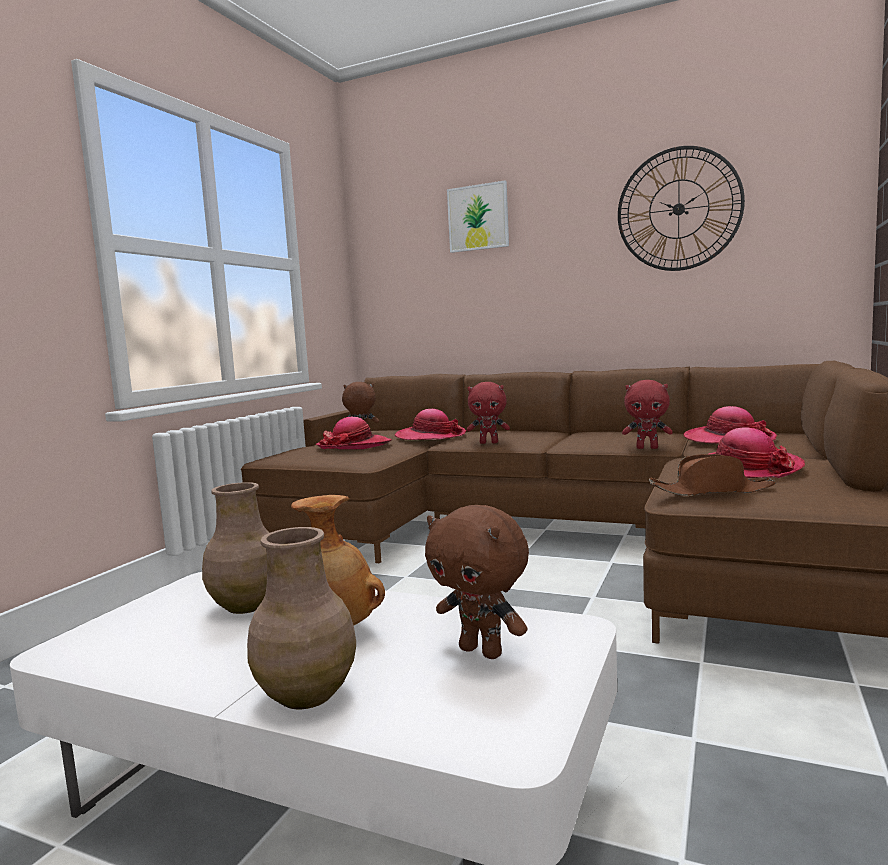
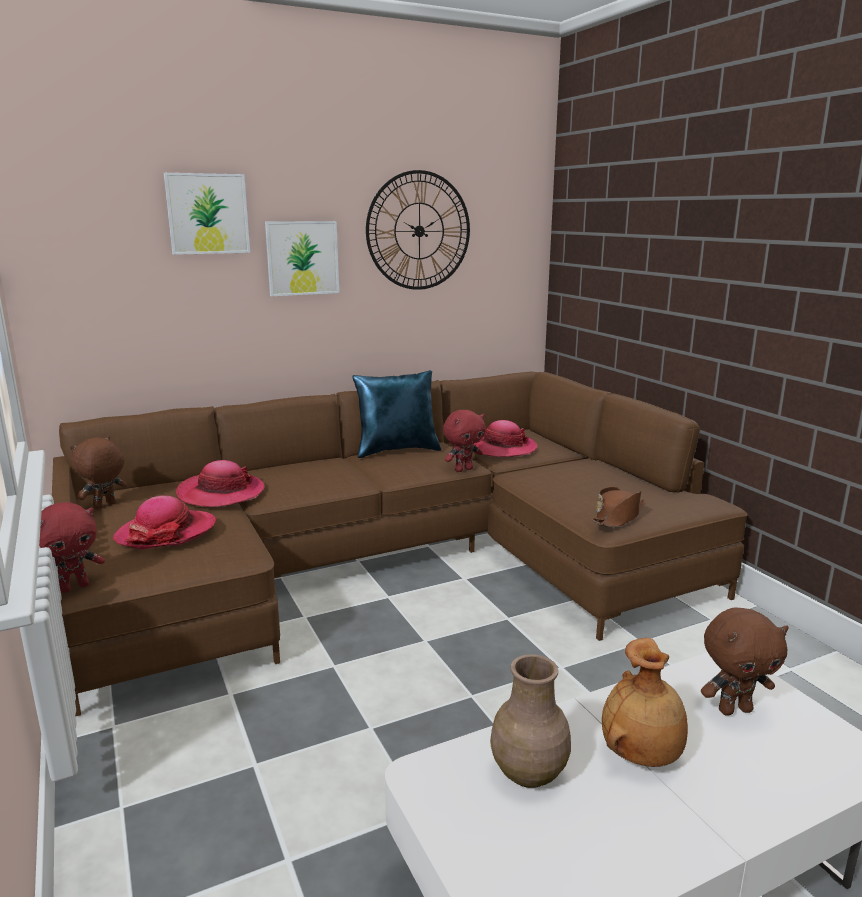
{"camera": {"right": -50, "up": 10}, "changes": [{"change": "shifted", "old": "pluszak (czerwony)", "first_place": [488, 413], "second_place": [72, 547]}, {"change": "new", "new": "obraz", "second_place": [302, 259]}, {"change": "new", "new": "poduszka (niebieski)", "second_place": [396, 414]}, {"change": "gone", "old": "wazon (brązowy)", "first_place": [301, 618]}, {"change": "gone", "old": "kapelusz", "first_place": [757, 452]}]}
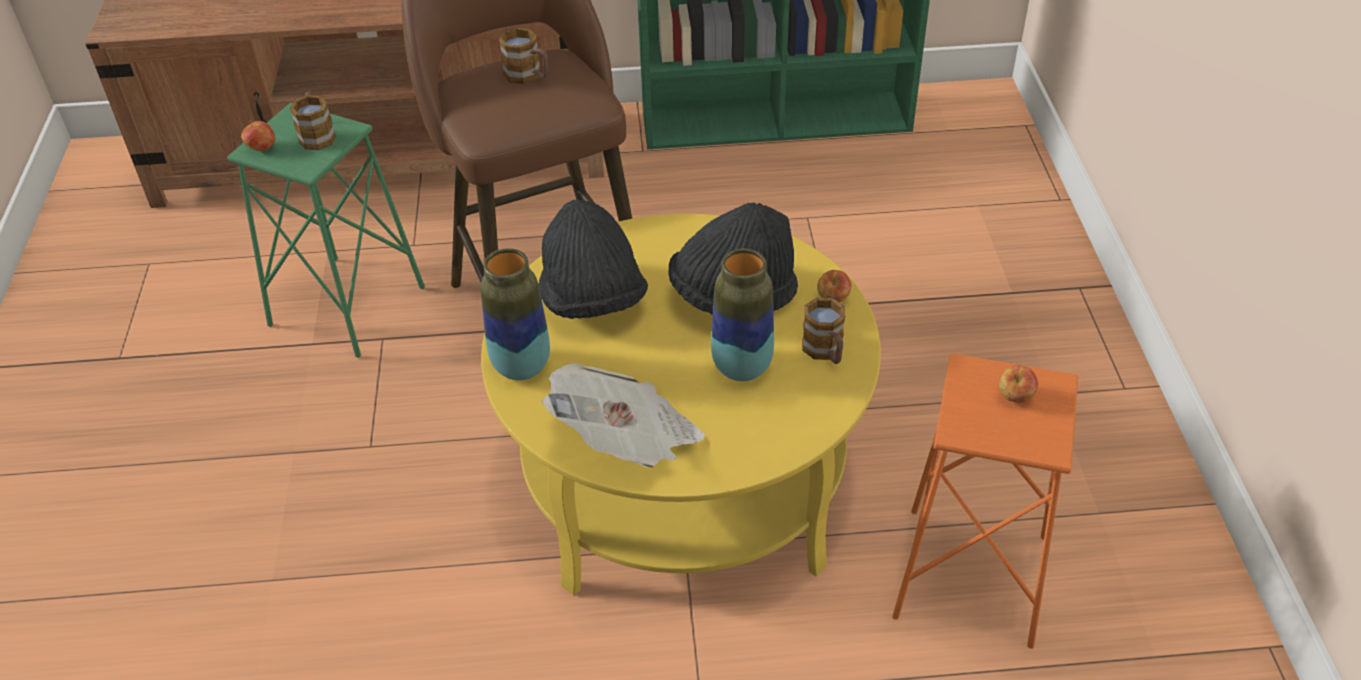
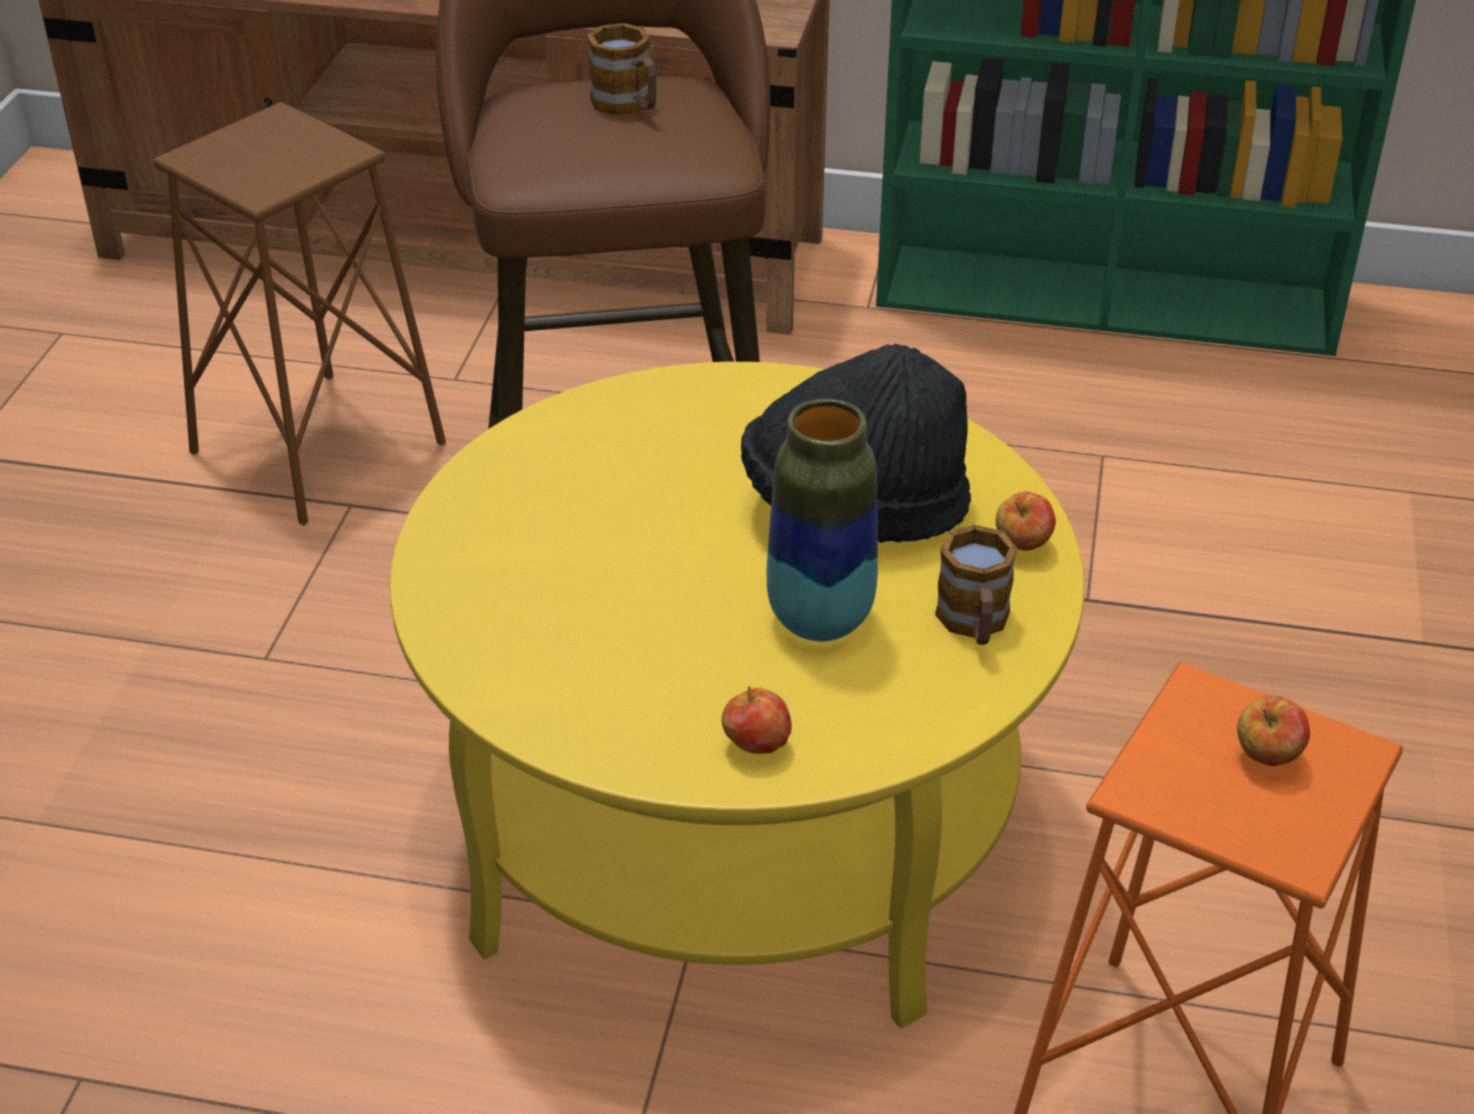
{"camera": {"right": 15, "up": -5}, "changes": [{"change": "repainted", "old": "stołek (zielony)", "new": "stołek (brązowy)", "first_place": [326, 230], "second_place": [299, 314]}, {"change": "shifted", "old": "jabłko", "first_place": [258, 135], "second_place": [757, 720]}, {"change": "gone", "old": "kubek", "first_place": [312, 120]}, {"change": "gone", "old": "wazon", "first_place": [515, 314]}, {"change": "gone", "old": "kapelusz (czarny)", "first_place": [593, 259]}, {"change": "gone", "old": "gazeta", "first_place": [623, 415]}]}
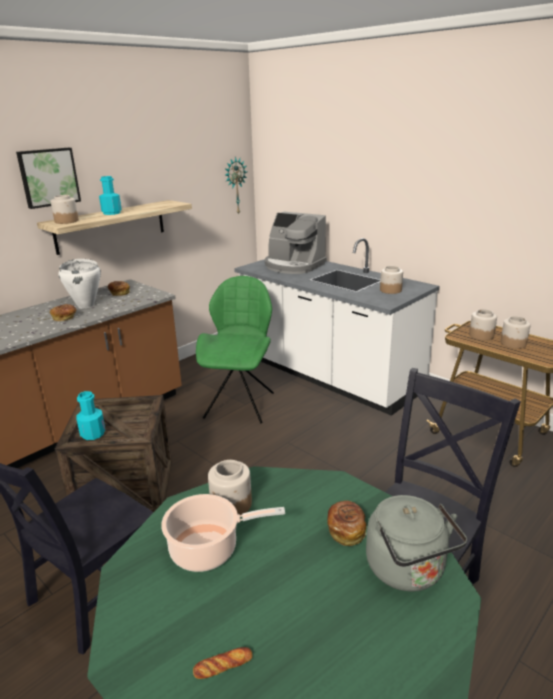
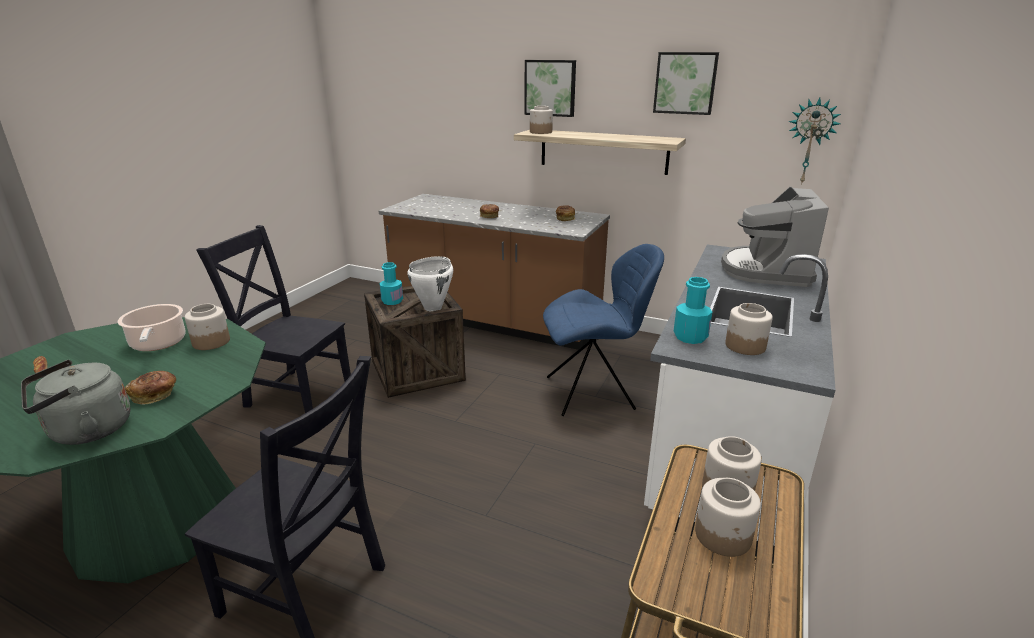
{"camera": {"right": 70, "up": 0}, "changes": [{"change": "shifted", "old": "garnek (biały)", "first_place": [79, 283], "second_place": [430, 283]}, {"change": "repainted", "old": "krzesło (zielony)", "new": "krzesło (niebieski)", "first_place": [235, 349], "second_place": [603, 330]}, {"change": "new", "new": "obraz", "second_place": [686, 83]}, {"change": "shifted", "old": "butelka (turkusowy)", "first_place": [110, 195], "second_place": [693, 310]}]}
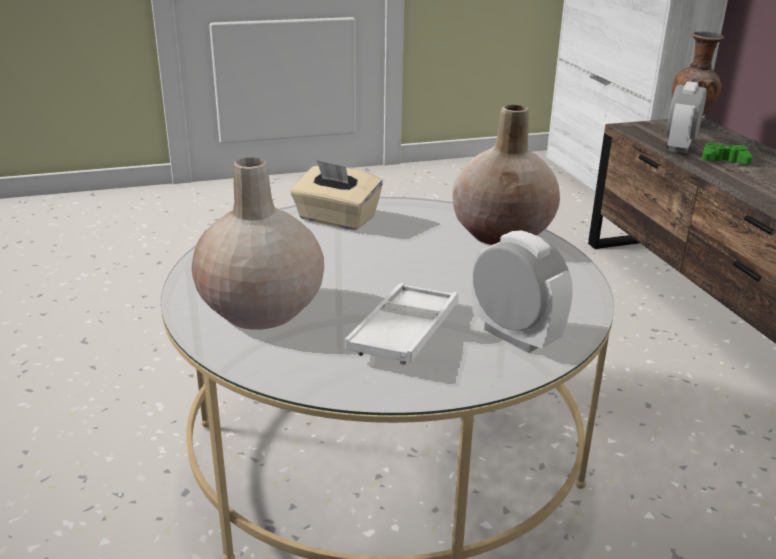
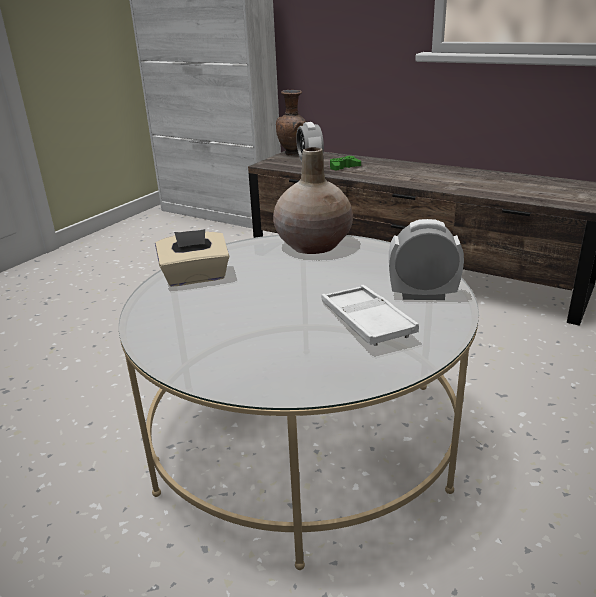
{"camera": {"right": -40, "up": 0}, "changes": [{"change": "gone", "old": "wazon (beżowy)", "first_place": [257, 244]}]}
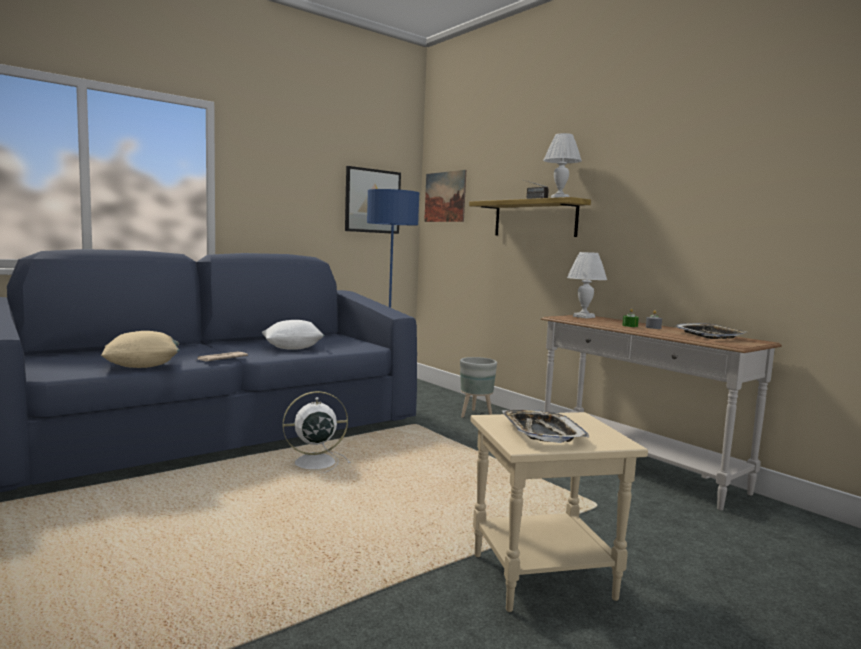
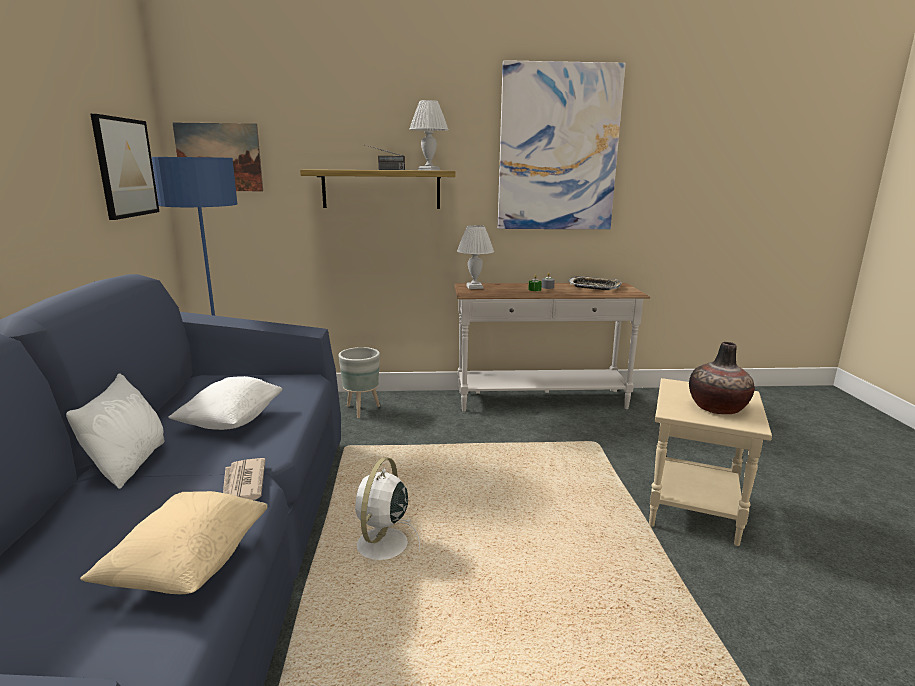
{"camera": {"right": -55, "up": 10}, "changes": [{"change": "new", "new": "poduszka (biały)", "second_place": [115, 431]}, {"change": "new", "new": "obraz", "second_place": [562, 144]}, {"change": "swapped", "old": "taca", "new": "wazon", "first_place": [545, 426], "second_place": [722, 378]}]}
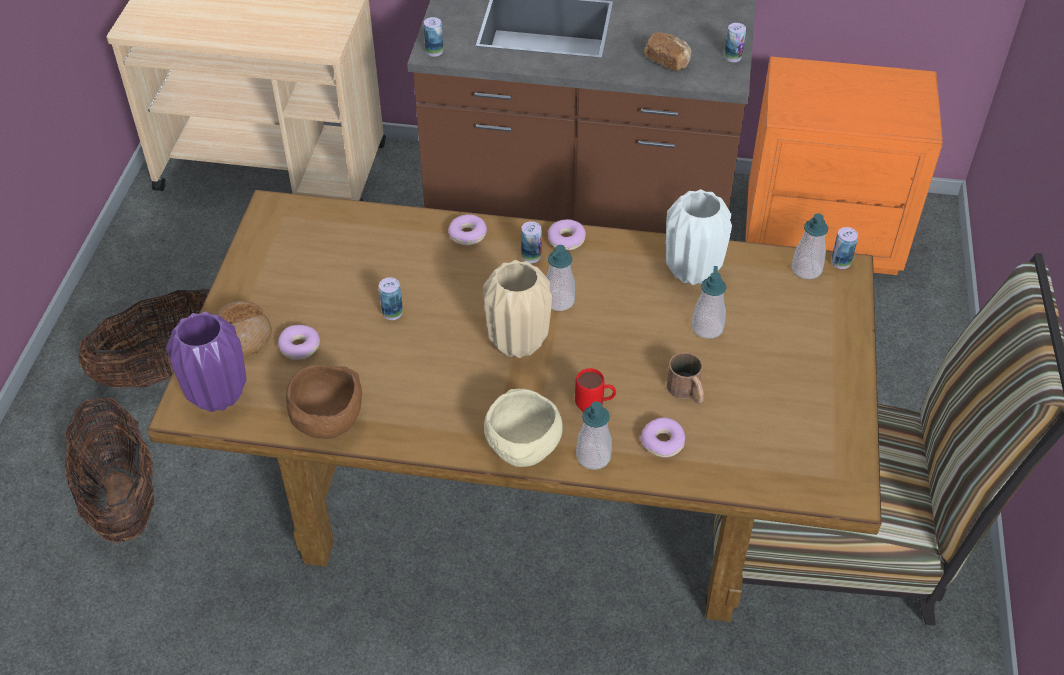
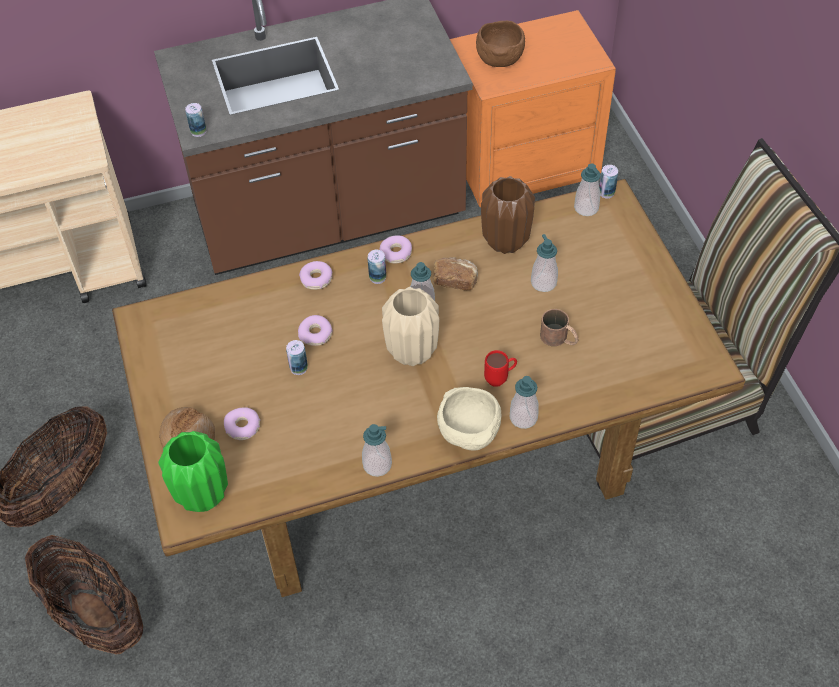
{"camera": {"right": -25, "up": 5}, "changes": [{"change": "repainted", "old": "wazon (fioletowy)", "new": "wazon (zielony)", "first_place": [206, 362], "second_place": [193, 471]}, {"change": "shifted", "old": "donut", "first_place": [662, 437], "second_place": [315, 330]}, {"change": "new", "new": "dozownik mydła", "second_place": [377, 450]}, {"change": "shifted", "old": "chleb", "first_place": [667, 51], "second_place": [455, 274]}, {"change": "shifted", "old": "miska (brązowy)", "first_place": [324, 401], "second_place": [500, 44]}, {"change": "repainted", "old": "wazon (biały)", "new": "wazon (brązowy)", "first_place": [699, 237], "second_place": [508, 215]}, {"change": "gone", "old": "puszka", "first_place": [735, 42]}]}
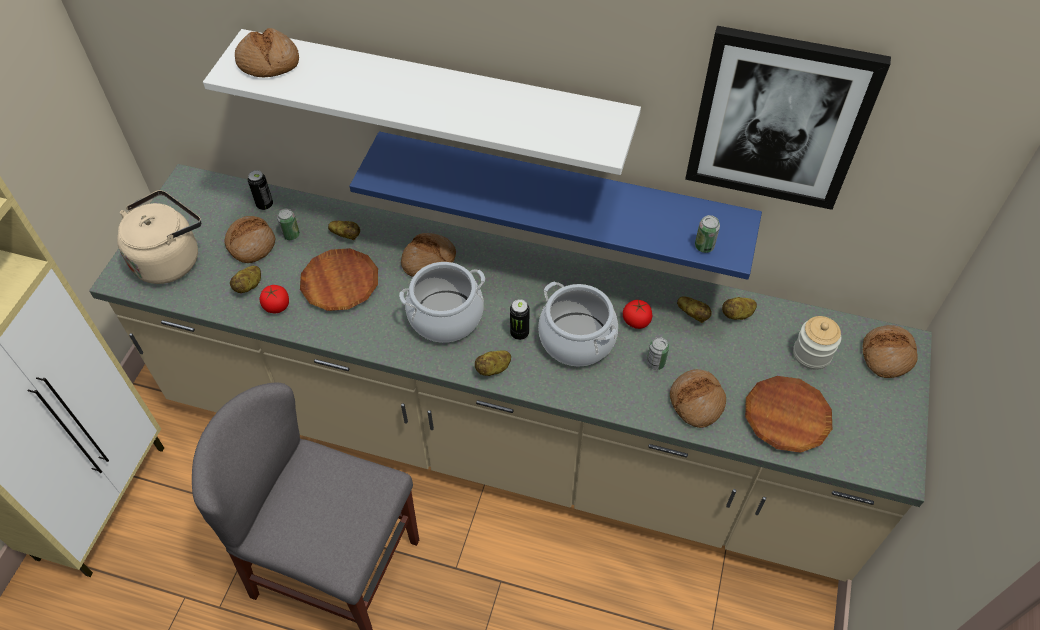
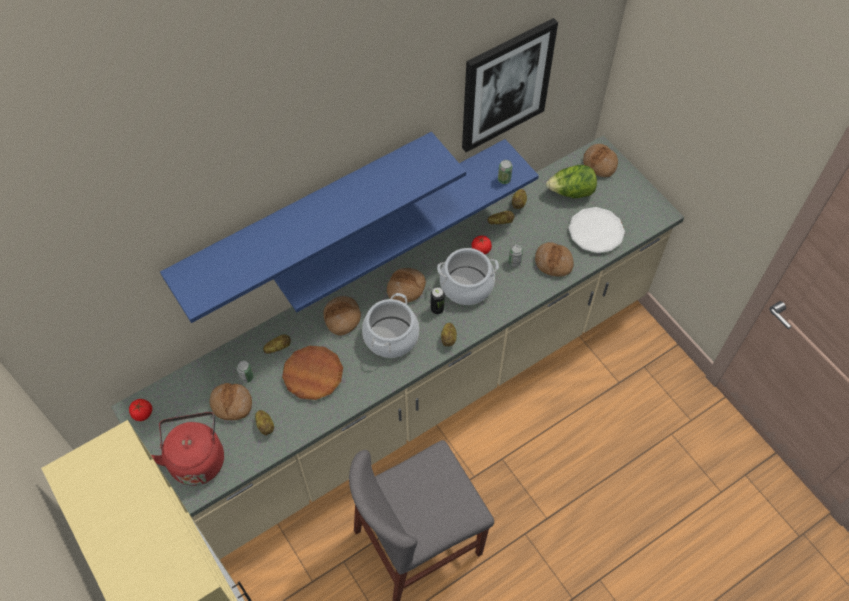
{"camera": {"right": -50, "up": 5}, "changes": [{"change": "shifted", "old": "pomidor", "first_place": [274, 299], "second_place": [140, 410]}, {"change": "repainted", "old": "czajnik (beżowy)", "new": "czajnik (czerwony)", "first_place": [159, 237], "second_place": [187, 449]}, {"change": "repainted", "old": "półka (biały)", "new": "półka (niebieski)", "first_place": [422, 102], "second_place": [313, 227]}, {"change": "shifted", "old": "chleb", "first_place": [267, 52], "second_place": [406, 285]}, {"change": "swapped", "old": "słoik", "new": "sałata", "first_place": [817, 343], "second_place": [571, 181]}, {"change": "repainted", "old": "talerz (brązowy)", "new": "talerz (biały)", "first_place": [788, 414], "second_place": [597, 230]}, {"change": "gone", "old": "puszka", "first_place": [260, 190]}]}
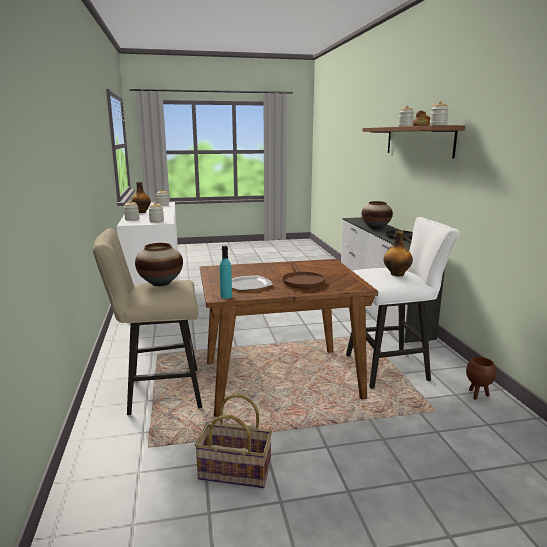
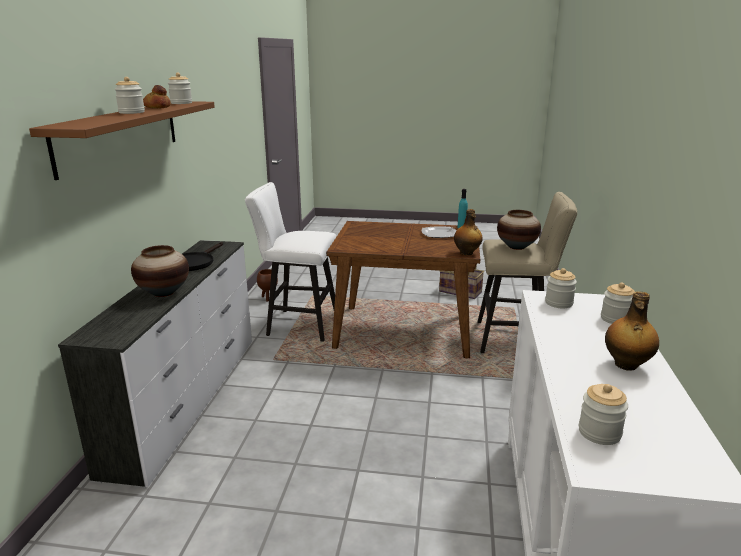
{"camera": {"right": -160, "up": 5}, "changes": [{"change": "shifted", "old": "butelka", "first_place": [398, 253], "second_place": [468, 232]}, {"change": "gone", "old": "patelnia (brązowy)", "first_place": [304, 276]}]}
